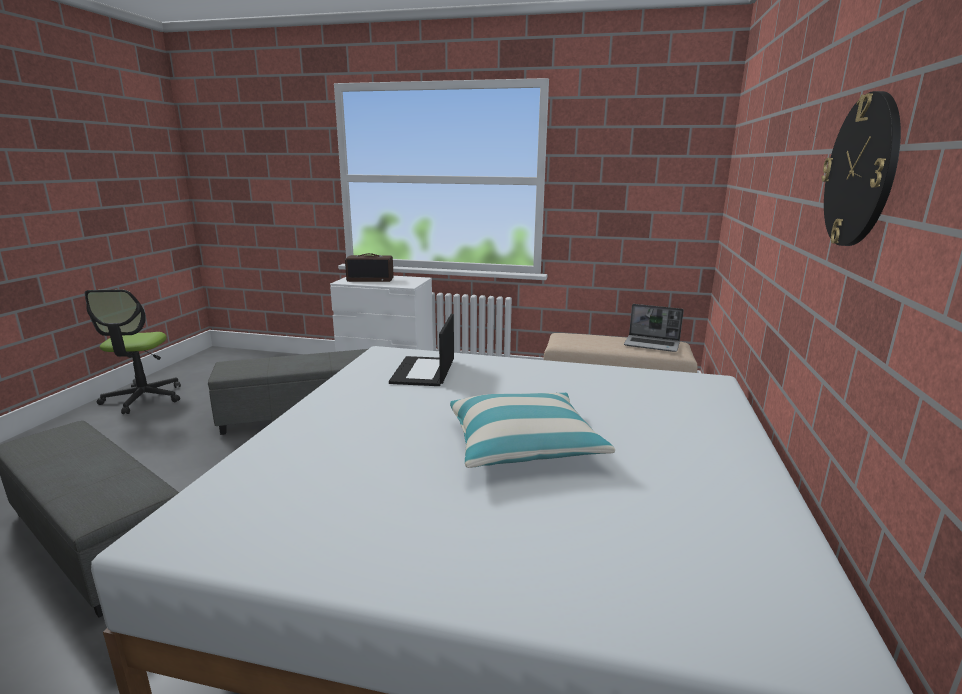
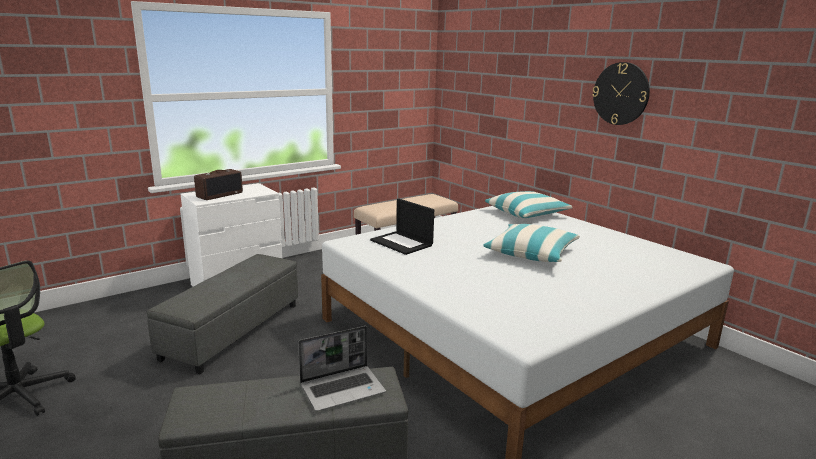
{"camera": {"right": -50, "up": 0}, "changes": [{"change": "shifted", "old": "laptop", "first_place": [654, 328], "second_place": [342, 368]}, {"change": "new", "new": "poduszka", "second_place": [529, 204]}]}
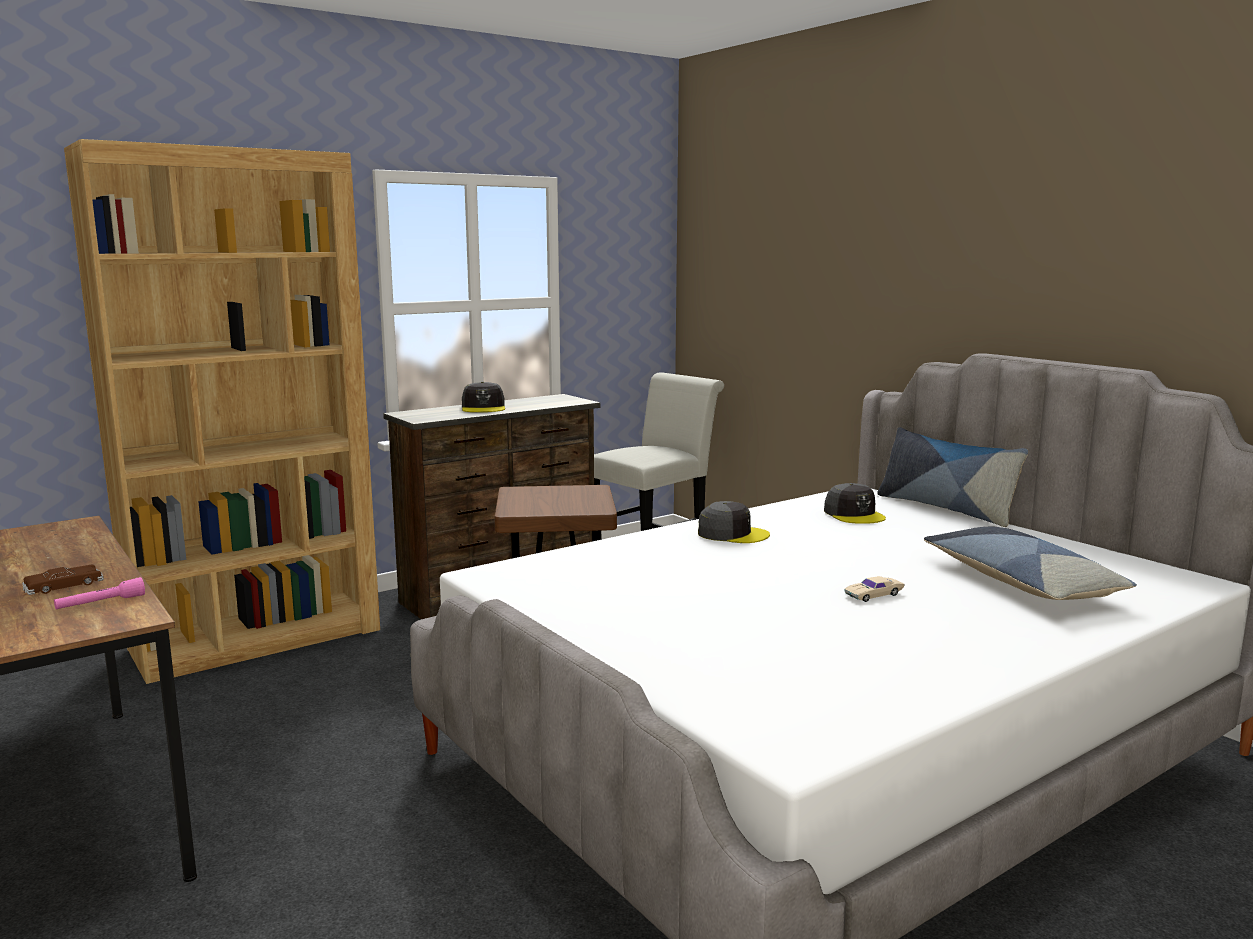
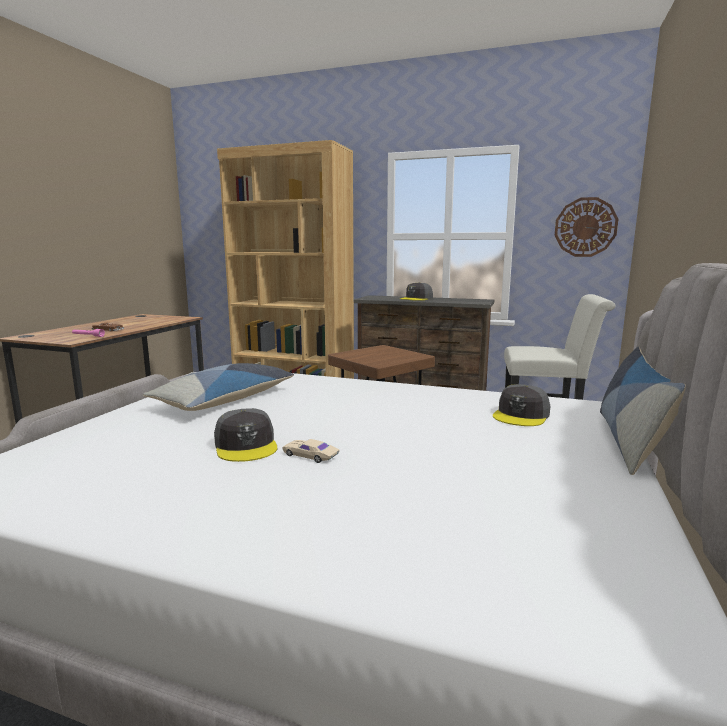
{"camera": {"right": 55, "up": 0}, "changes": [{"change": "shifted", "old": "poduszka", "first_place": [1030, 563], "second_place": [218, 387]}, {"change": "shifted", "old": "czapka z daszkiem (szary)", "first_place": [734, 522], "second_place": [245, 435]}, {"change": "new", "new": "zegar ścienny", "second_place": [586, 227]}]}
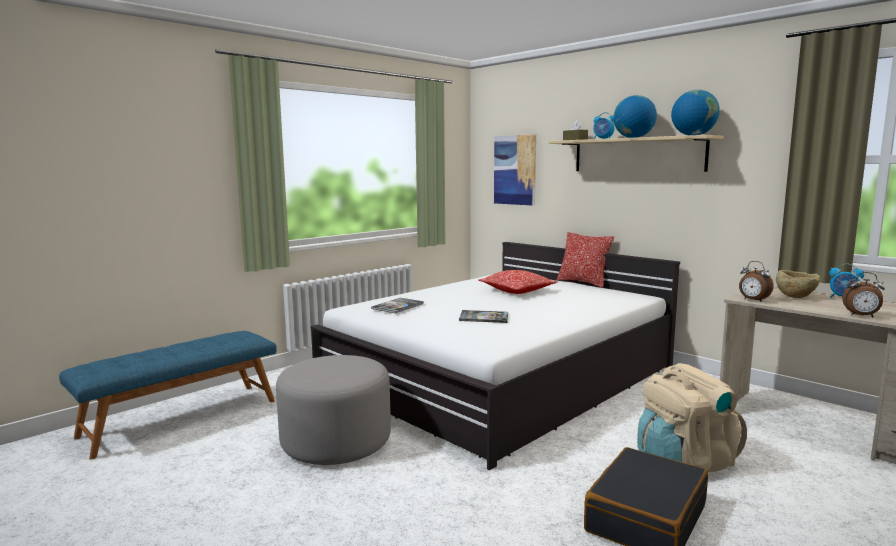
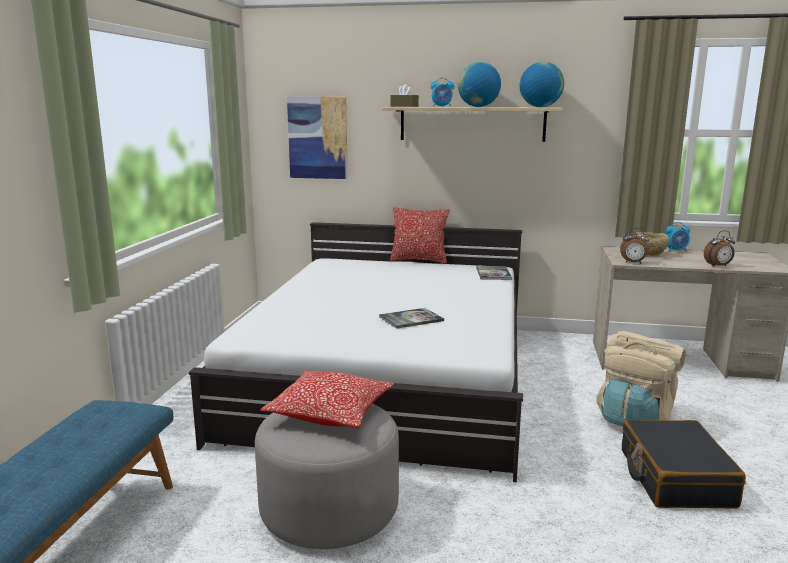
{"camera": {"right": -35, "up": 5}, "changes": [{"change": "shifted", "old": "poduszka", "first_place": [517, 282], "second_place": [327, 399]}, {"change": "shifted", "old": "książka", "first_place": [397, 306], "second_place": [494, 273]}]}
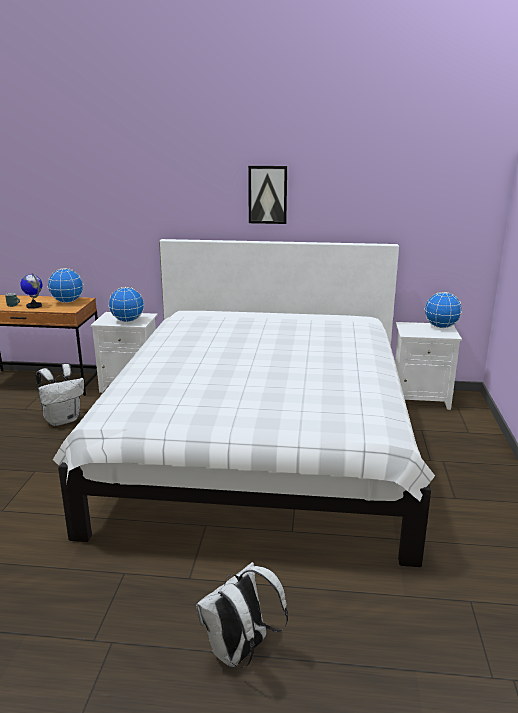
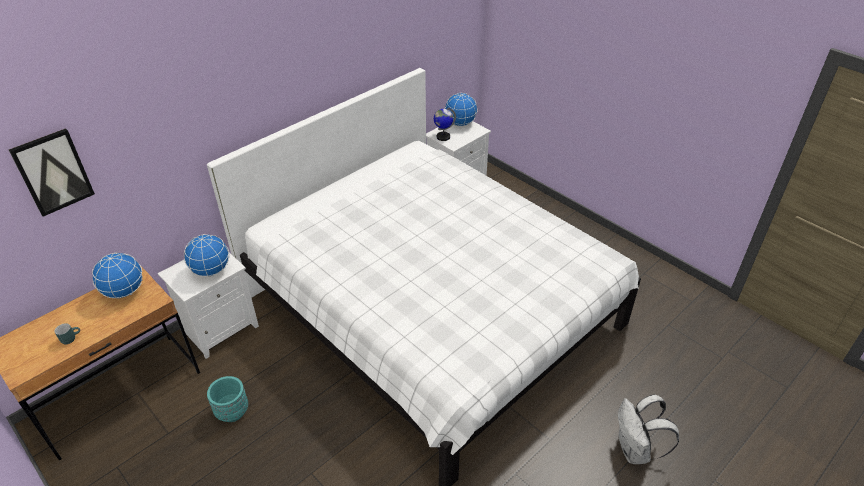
{"camera": {"right": -50, "up": 20}, "changes": [{"change": "shifted", "old": "obraz", "first_place": [267, 195], "second_place": [52, 172]}, {"change": "swapped", "old": "plecak (biały)", "new": "donica (turkusowy)", "first_place": [60, 395], "second_place": [227, 399]}, {"change": "shifted", "old": "globus", "first_place": [31, 291], "second_place": [445, 124]}]}
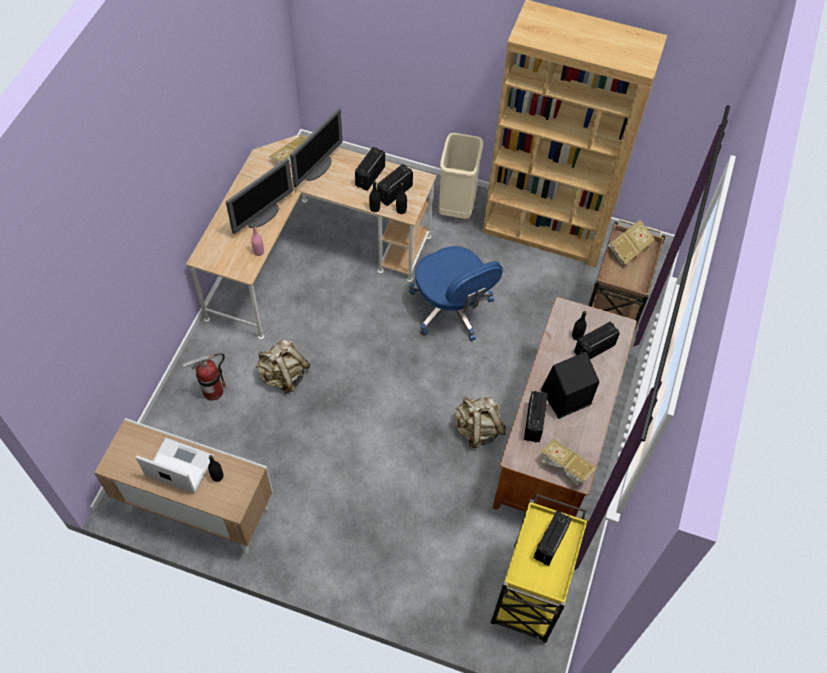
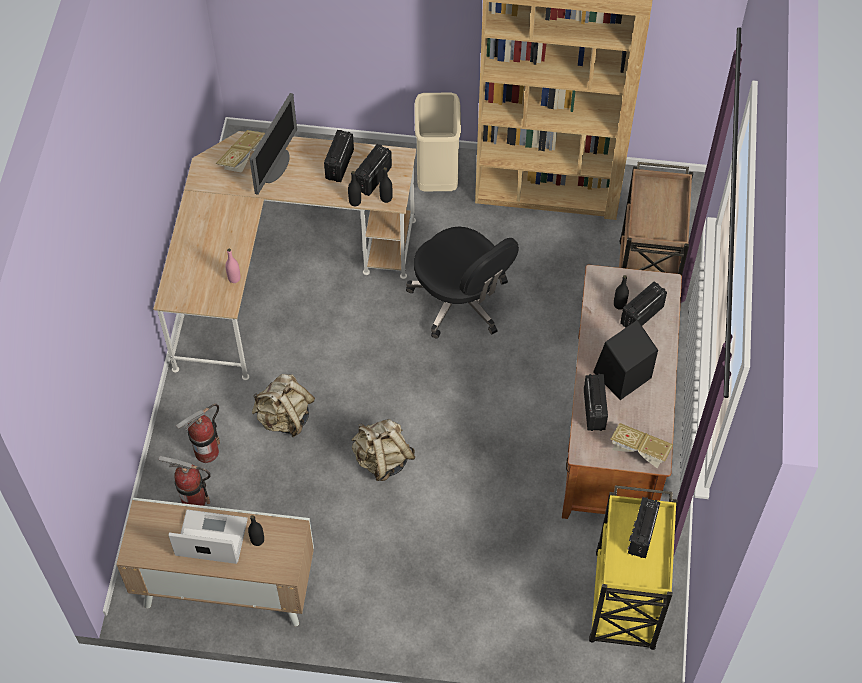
{"camera": {"right": -10, "up": 0}, "changes": [{"change": "new", "new": "gaśnica", "second_place": [184, 481]}, {"change": "shifted", "old": "plecak (beżowy)", "first_place": [480, 422], "second_place": [383, 450]}, {"change": "repainted", "old": "krzesło biurowe (niebieski)", "new": "krzesło biurowe (czarny)", "first_place": [456, 293], "second_place": [462, 282]}, {"change": "gone", "old": "monitor", "first_place": [259, 196]}, {"change": "gone", "old": "książka", "first_place": [631, 242]}]}
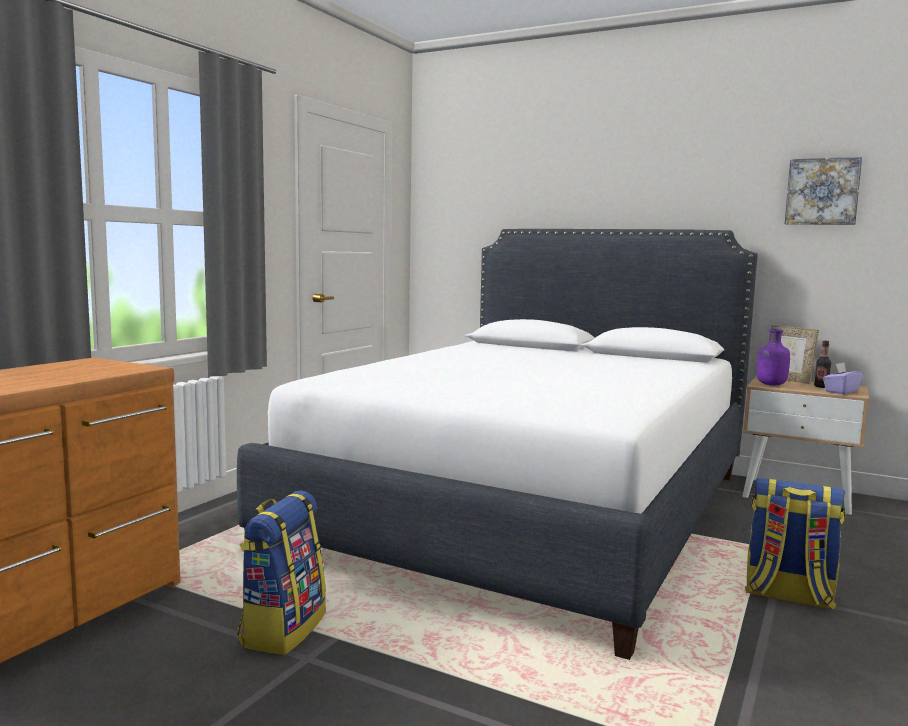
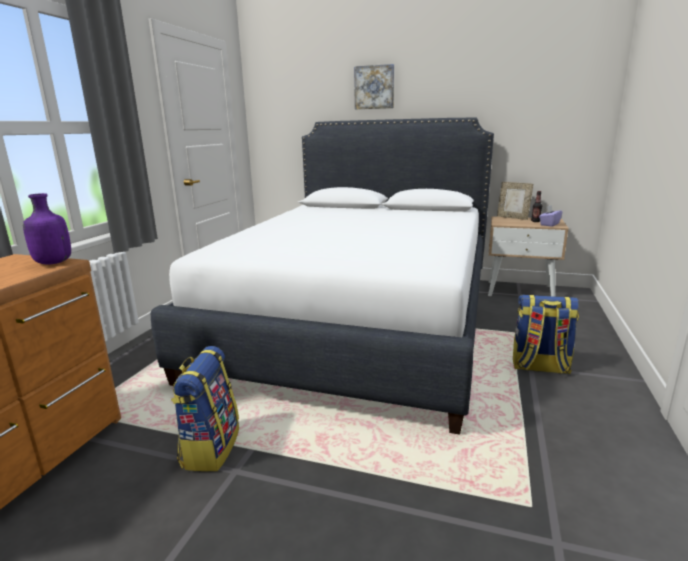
{"camera": {"right": -10, "up": 10}, "changes": [{"change": "shifted", "old": "butelka (fioletowy)", "first_place": [773, 357], "second_place": [47, 229]}, {"change": "shifted", "old": "obraz", "first_place": [823, 191], "second_place": [374, 86]}]}
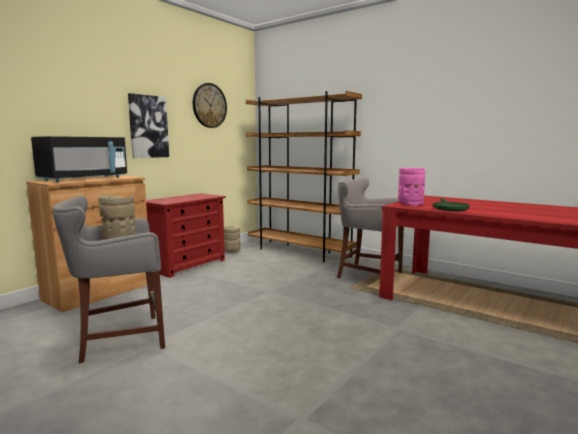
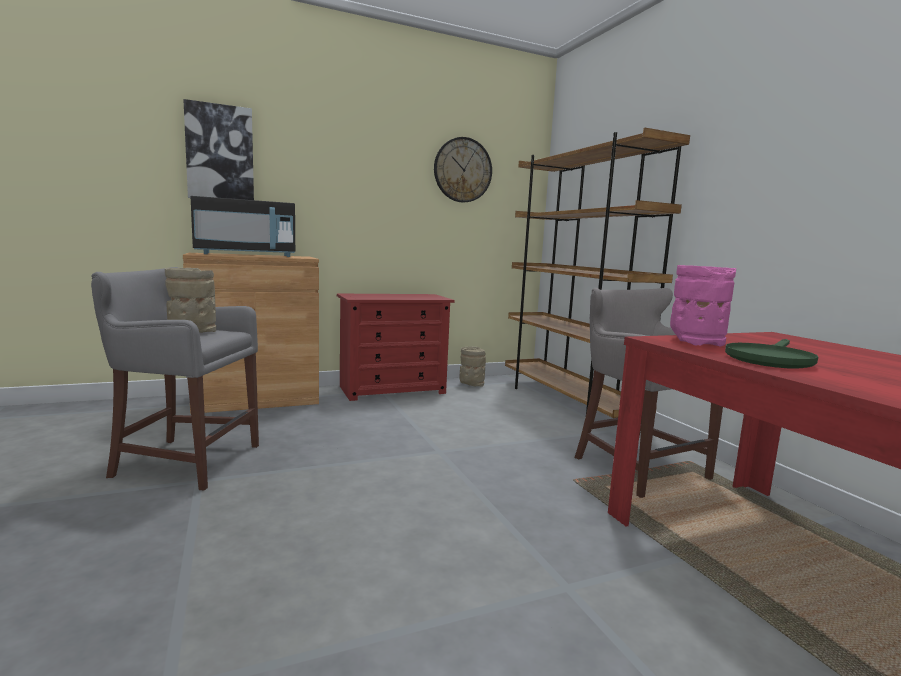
{"camera": {"right": 30, "up": 0}, "changes": [{"change": "shifted", "old": "obraz", "first_place": [148, 125], "second_place": [218, 149]}]}
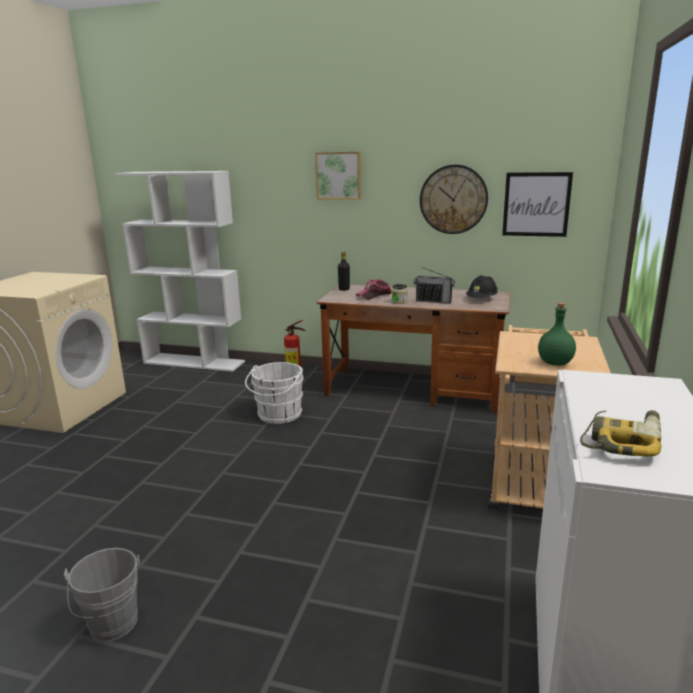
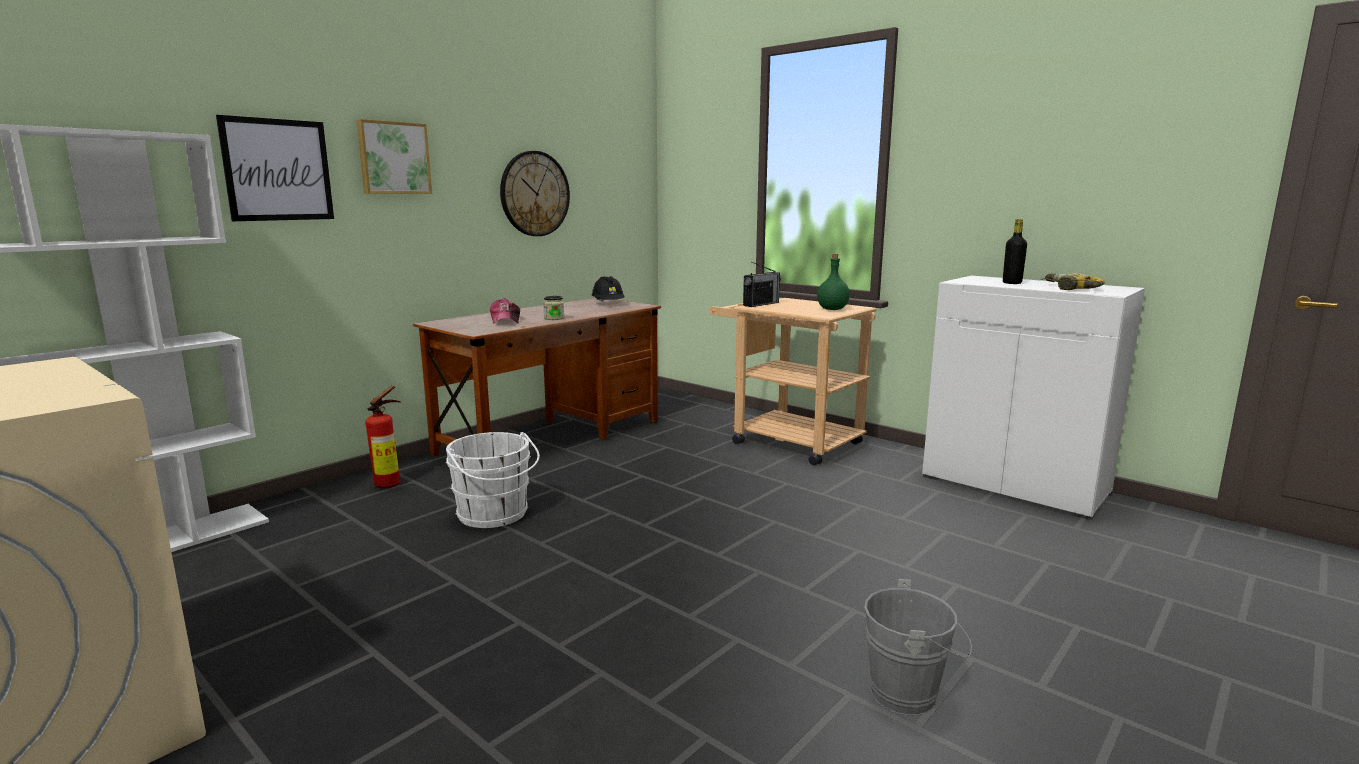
{"camera": {"right": -65, "up": -5}, "changes": [{"change": "shifted", "old": "obraz", "first_place": [537, 204], "second_place": [275, 168]}, {"change": "shifted", "old": "radio", "first_place": [434, 285], "second_place": [762, 284]}, {"change": "shifted", "old": "butelka (czarny)", "first_place": [344, 271], "second_place": [1015, 251]}]}
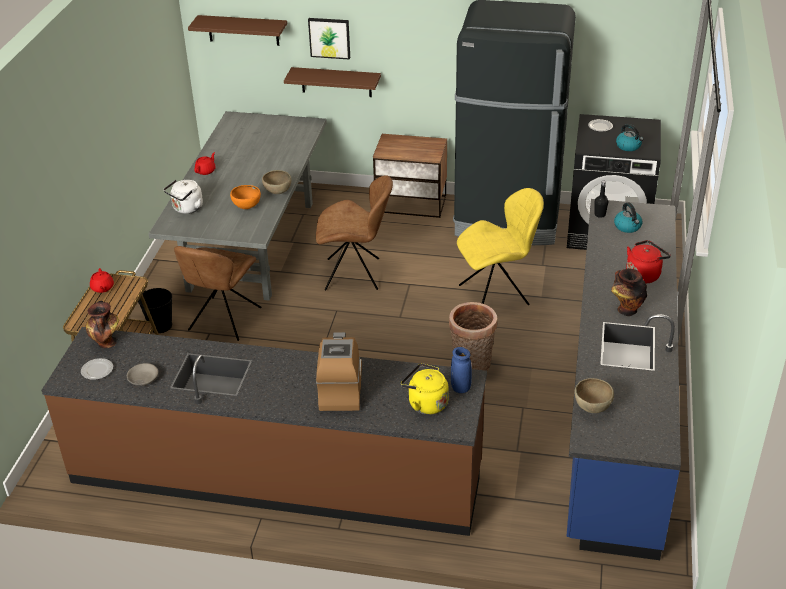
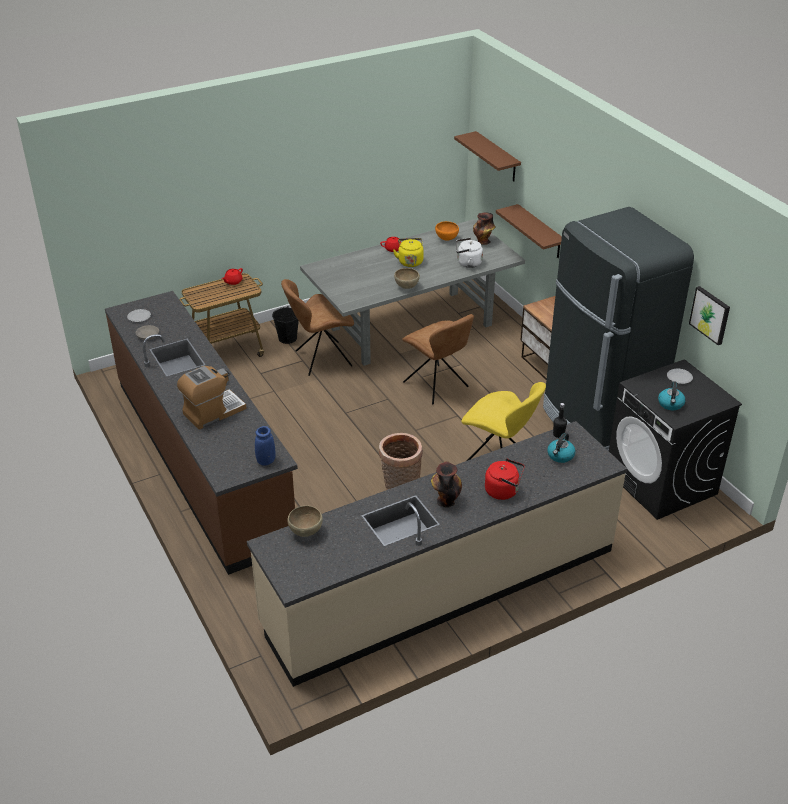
{"camera": {"right": 50, "up": 0}, "changes": [{"change": "repainted", "old": "zabudowa kuchenna (niebieski)", "new": "zabudowa kuchenna (beżowy)", "first_place": [623, 379], "second_place": [437, 554]}, {"change": "shifted", "old": "czajnik (żółty)", "first_place": [425, 389], "second_place": [408, 252]}, {"change": "shifted", "old": "miska (pomarańczowy)", "first_place": [245, 197], "second_place": [447, 231]}, {"change": "shifted", "old": "czajnik (biały)", "first_place": [183, 197], "second_place": [469, 253]}, {"change": "shifted", "old": "wazon", "first_place": [102, 324], "second_place": [484, 228]}, {"change": "shifted", "old": "obraz", "first_place": [329, 38], "second_place": [709, 315]}]}
